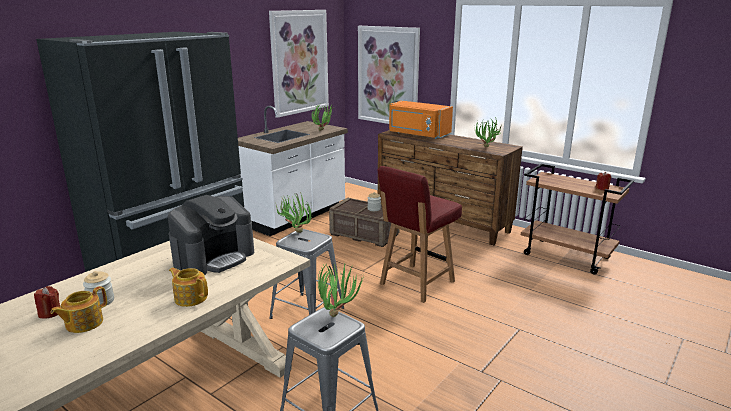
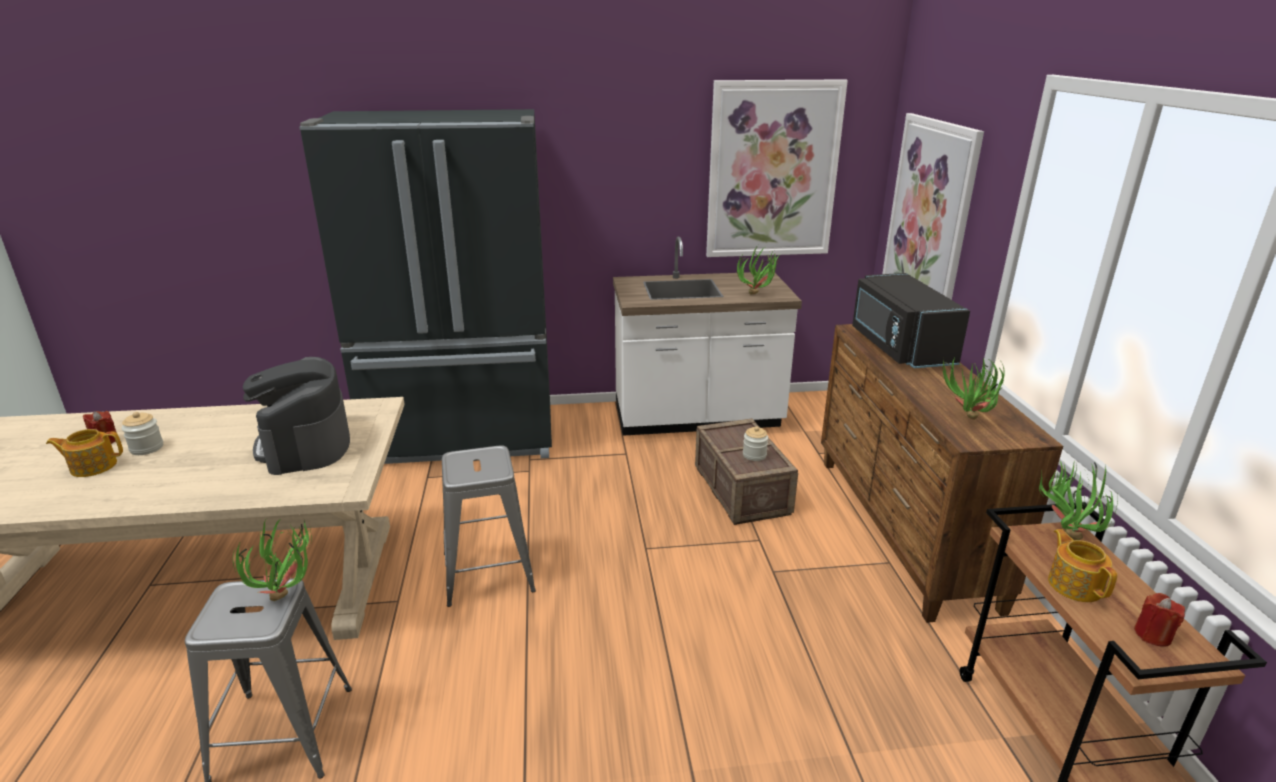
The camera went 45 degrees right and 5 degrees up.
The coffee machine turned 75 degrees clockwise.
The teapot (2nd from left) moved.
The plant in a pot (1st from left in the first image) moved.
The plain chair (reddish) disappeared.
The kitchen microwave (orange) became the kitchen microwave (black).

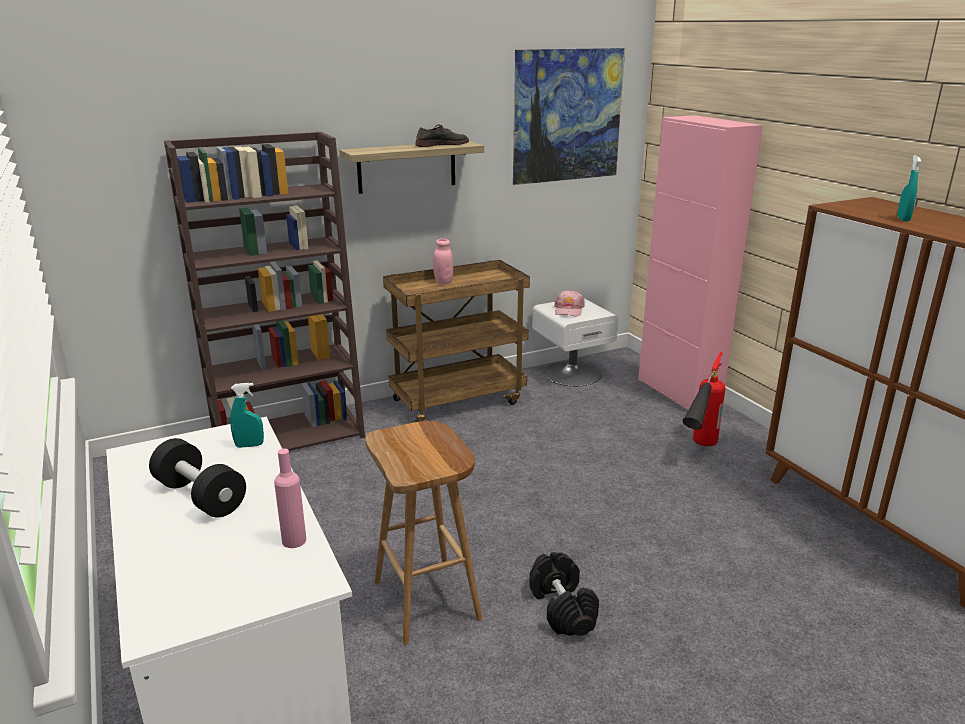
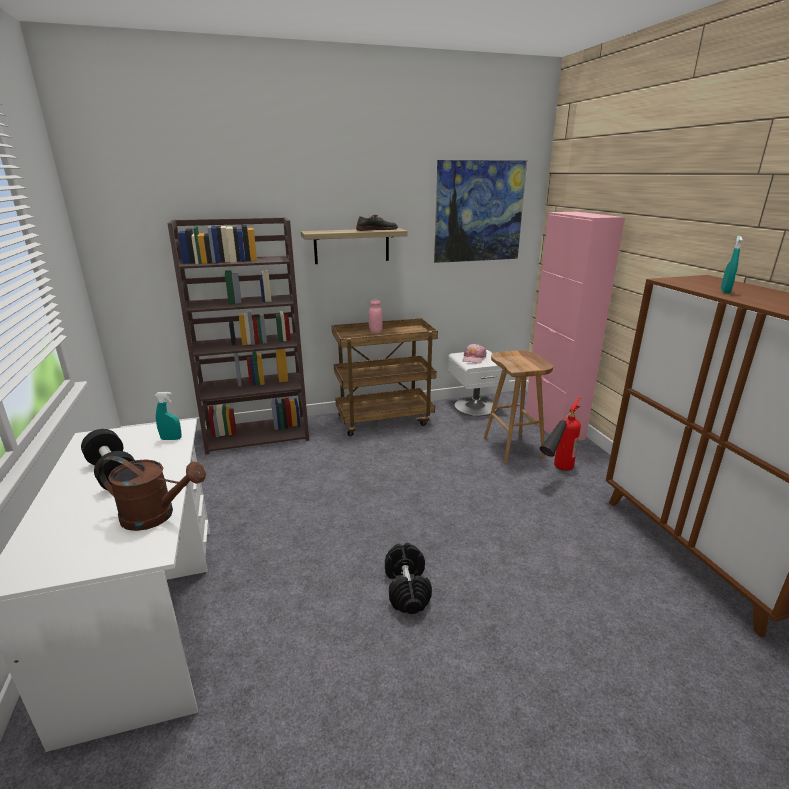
The camera went 10 degrees right and 0 degrees up.
The beverage bottle (pink) was replaced by the watering pot (brownish).
The sitting stool (brownish) moved.

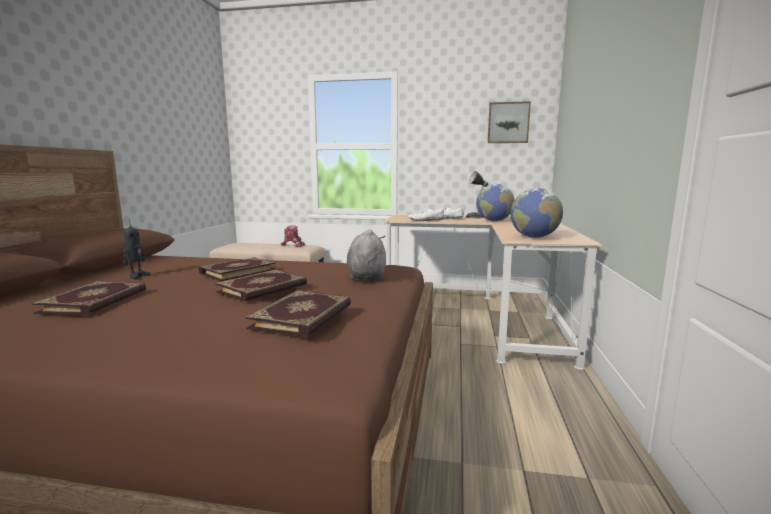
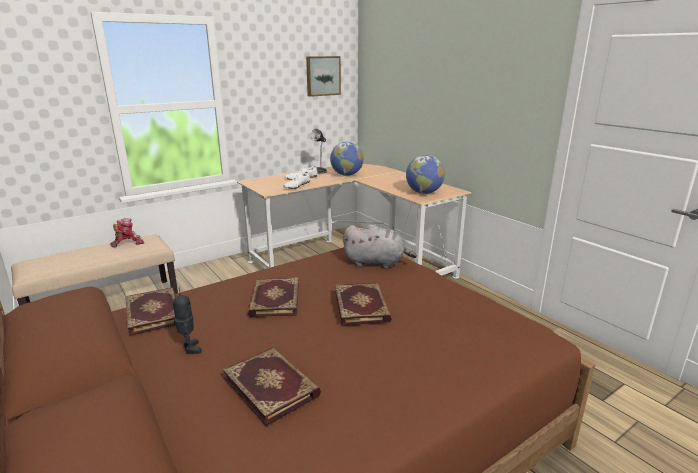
The camera went 45 degrees left and 10 degrees up.
The book (4th from left in the first image) moved.
The plush toy (grey) turned 150 degrees clockwise.

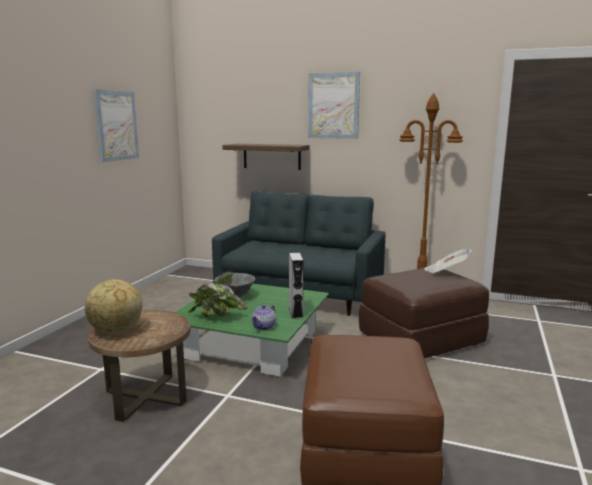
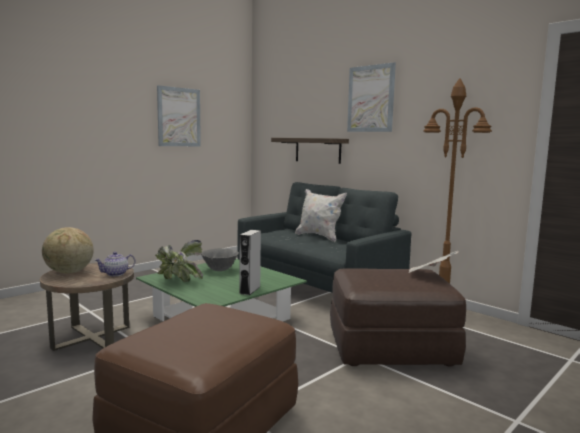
The camera went 25 degrees right and 5 degrees down.
The teapot moved.
The pillow (white-coloured) appeared.

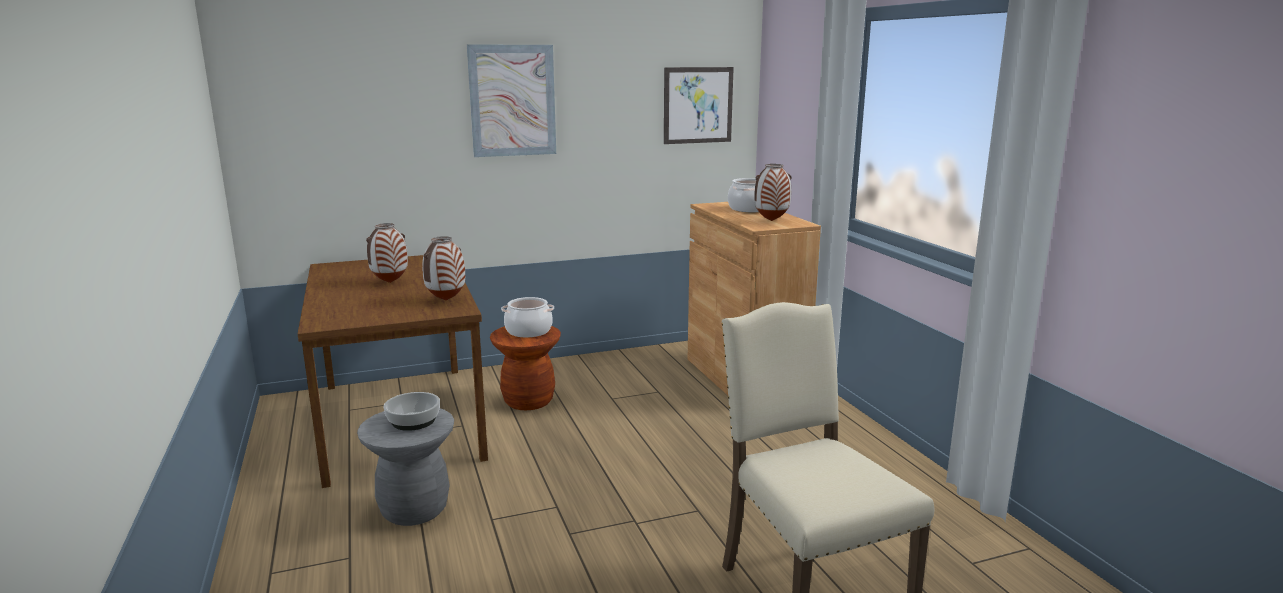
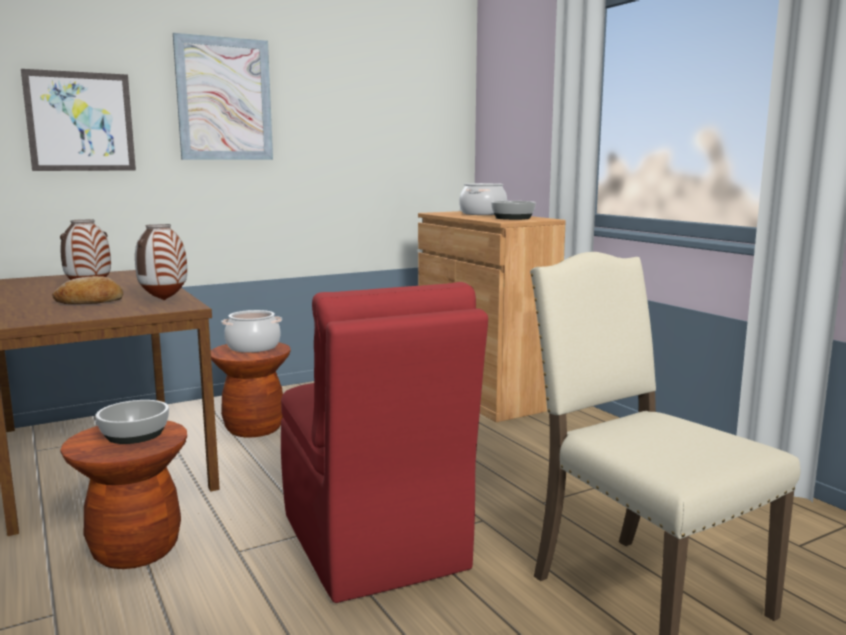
The camera went 10 degrees left and 5 degrees down.
The sitting stool (grey) became the sitting stool (brownish) (1st from left).
The wall art (2nd from left in the first image) moved.
The vase (3rd from left) was replaced by the bowl (2nd from left).
The baked bread appeared.
The plain chair (reddish) appeared.

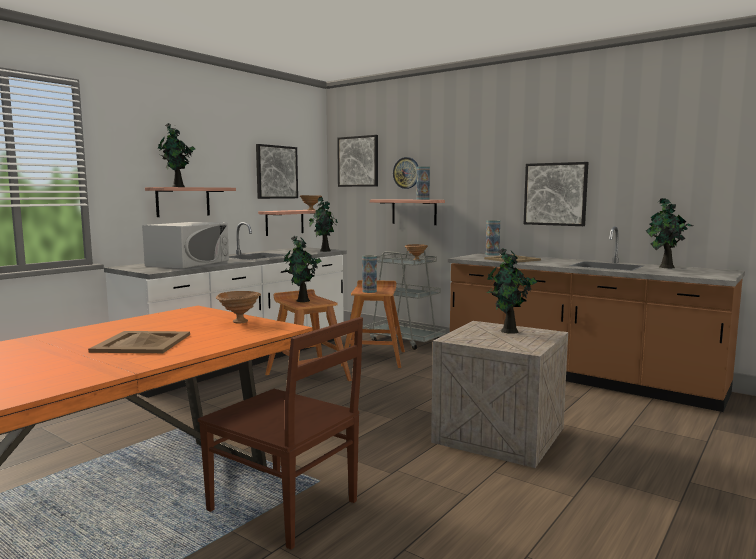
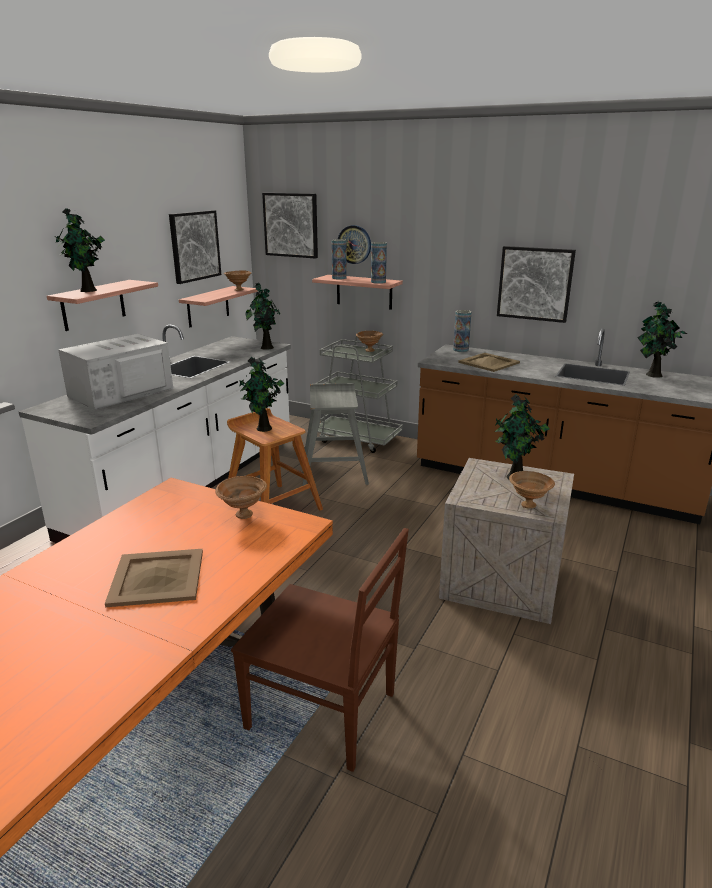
The camera went 10 degrees left and 15 degrees up.
The kitchen microwave (white-coloured) turned 150 degrees counterclockwise.
The sitting stool (brownish) (2nd from left) became the sitting stool (grey).
The vase (1st from left) moved.
The bowl (brownish) (4th from left) appeared.

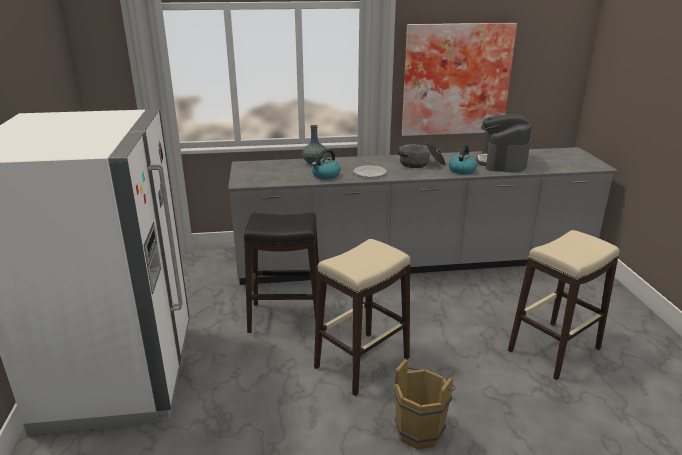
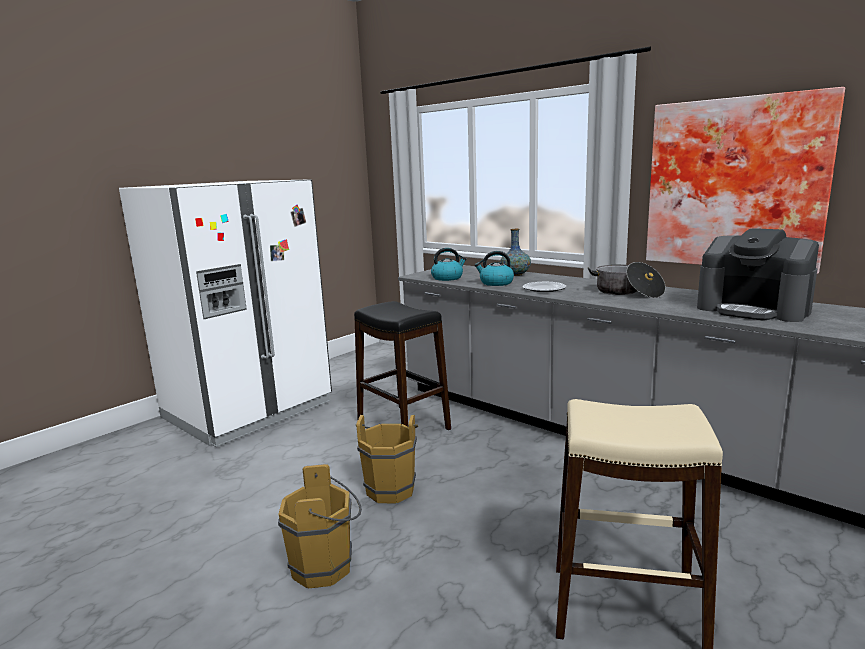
The camera went 50 degrees right and 10 degrees down.
The sitting stool (beige) (1st from left) was replaced by the pail (brownish) (2nd from left).
The water kettle (2nd from left in the first image) moved.
The coffee machine turned 105 degrees counterclockwise.

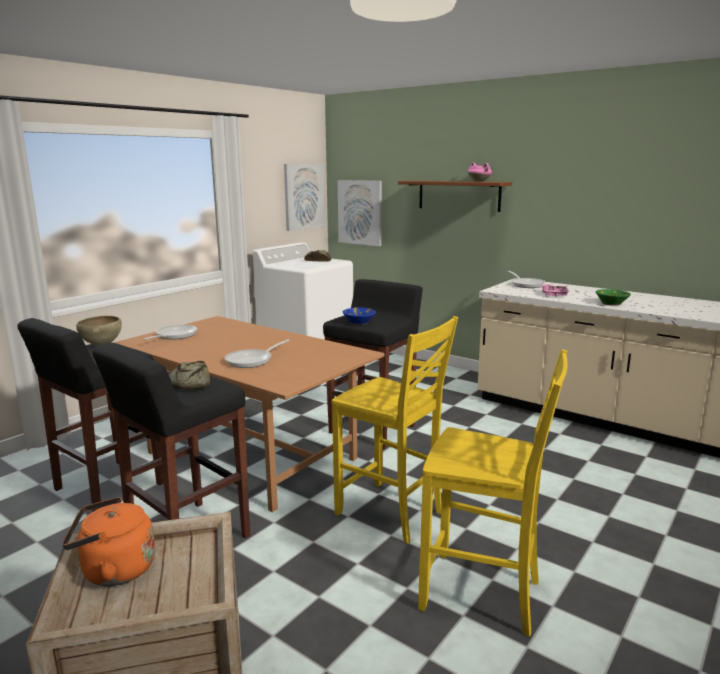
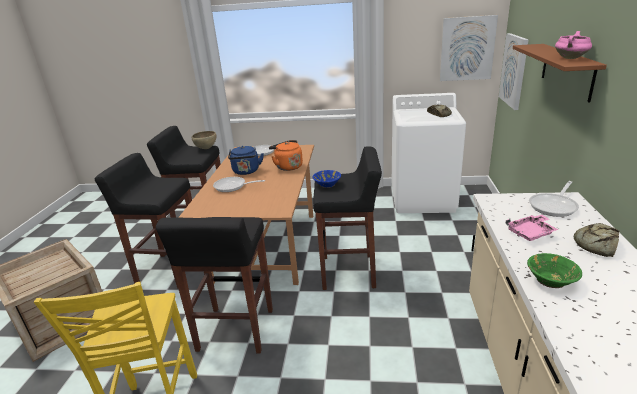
The camera went 60 degrees right and 10 degrees up.
The water kettle (orange) moved.
The baked bread (1st from left in the first image) moved.
The plain chair (yellow-coloured) (1st from left) was replaced by the sitting stool (black) (3rd from left).
The water kettle (blue) appeared.

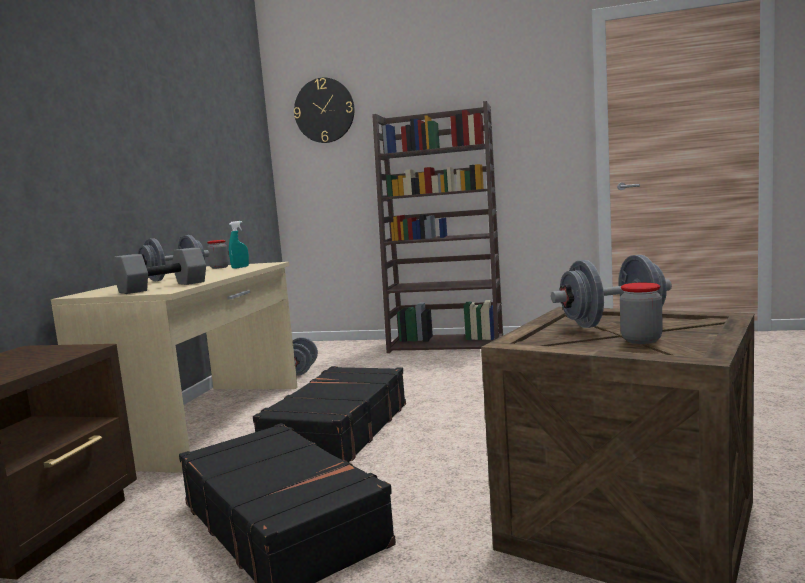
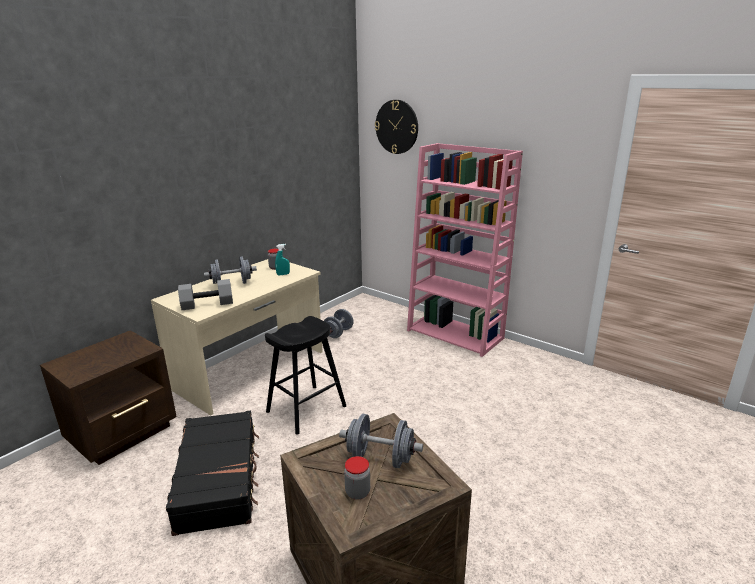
The camera went 25 degrees right and 15 degrees up.
The suitcase (black) (2nd from left) was replaced by the sitting stool (black).
The bookcase (brownish) became the bookcase (pink).

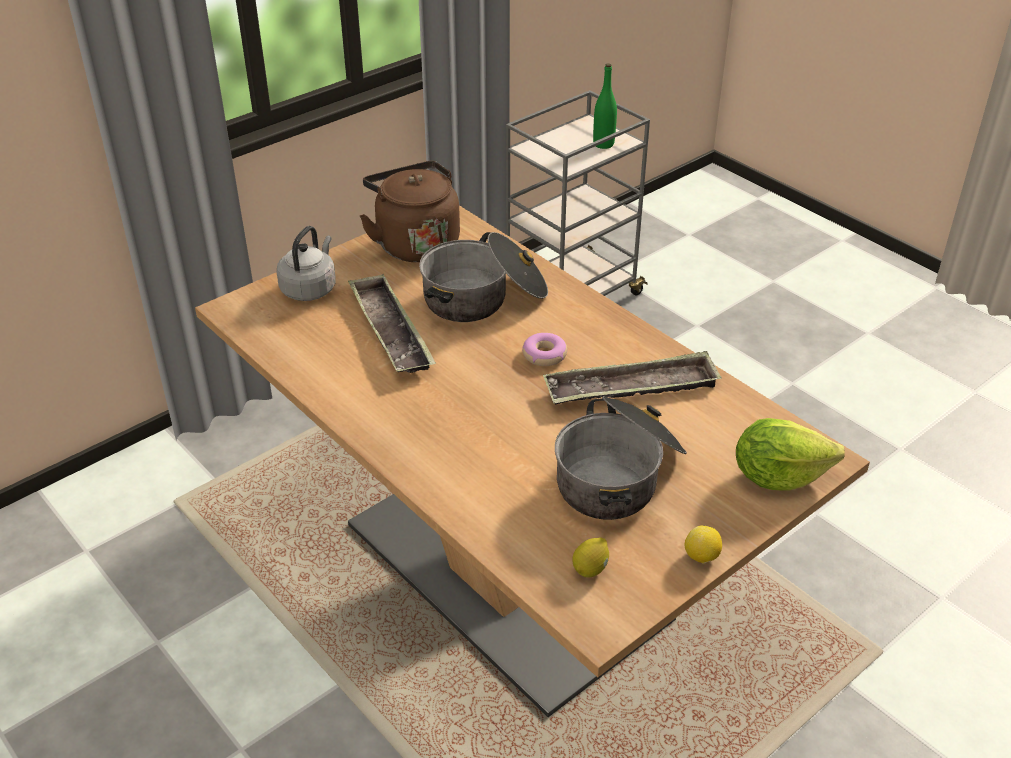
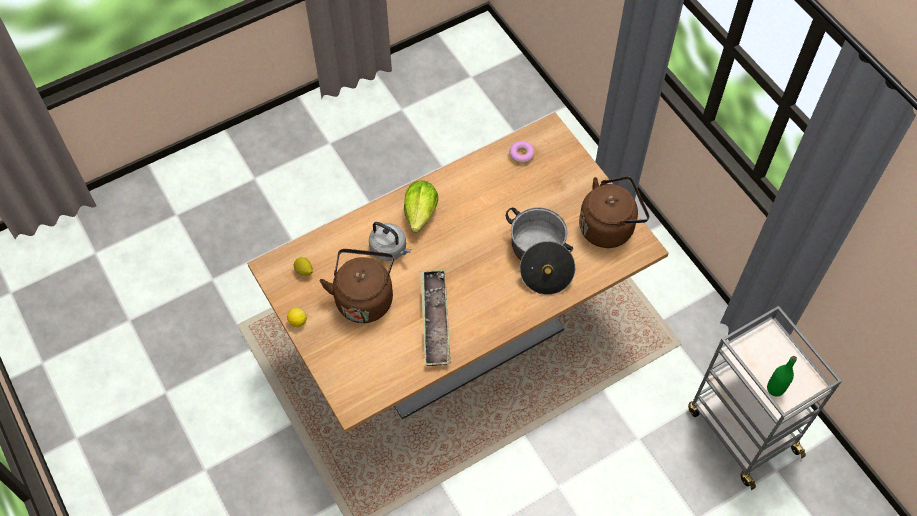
The camera went 100 degrees right and 20 degrees up.
The water kettle (grey) moved.
The serving tray (1st from left) disappeared.
The ring doughnut moved.
The stockpot (2nd from left) was replaced by the water kettle (brownish) (1st from left).
The lettuce moved.

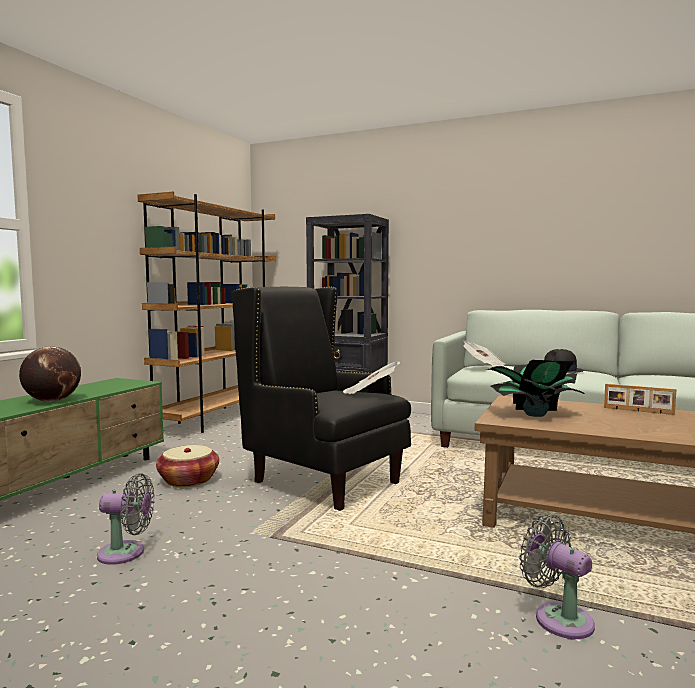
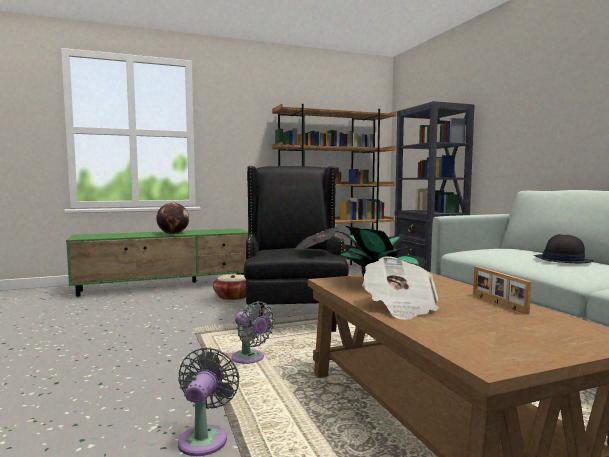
The camera went 45 degrees right and 0 degrees up.
The cooling fan (grey) (1st from left in the first image) moved.
The daily paper (2nd from left) moved.

